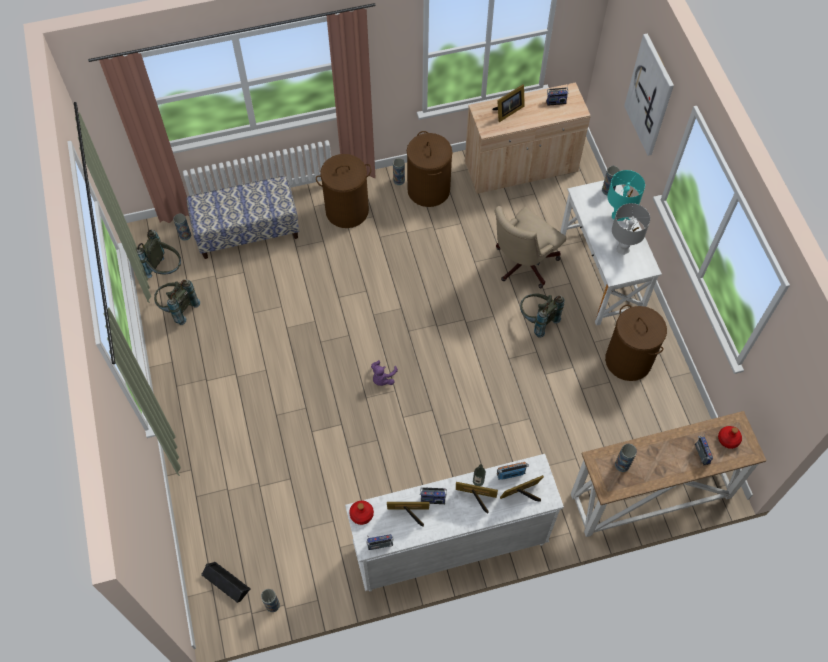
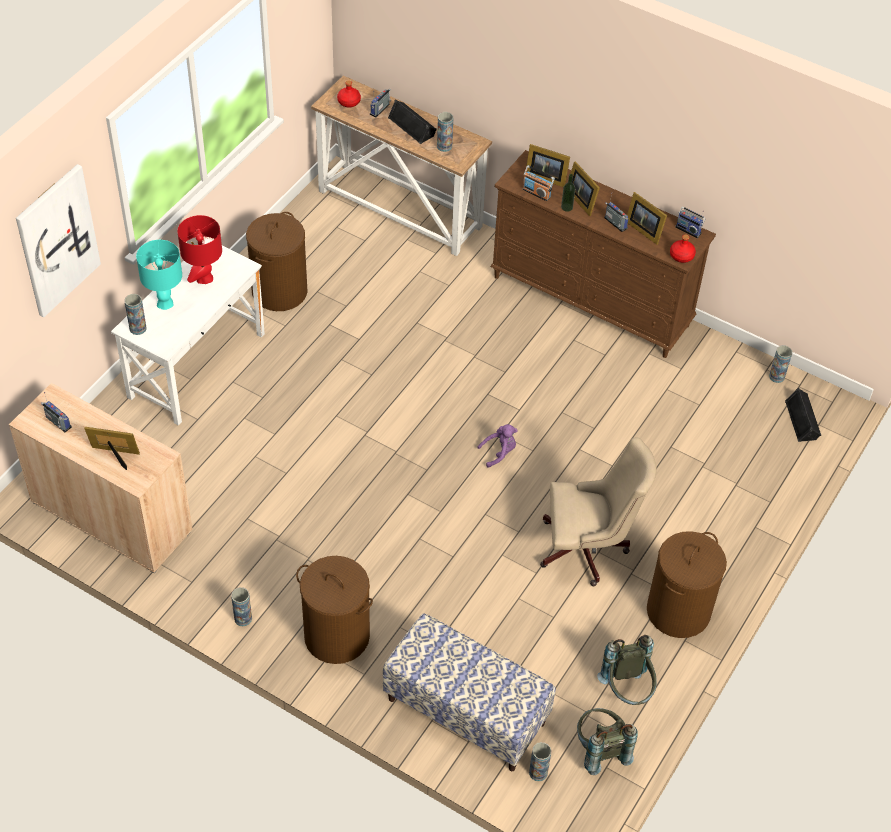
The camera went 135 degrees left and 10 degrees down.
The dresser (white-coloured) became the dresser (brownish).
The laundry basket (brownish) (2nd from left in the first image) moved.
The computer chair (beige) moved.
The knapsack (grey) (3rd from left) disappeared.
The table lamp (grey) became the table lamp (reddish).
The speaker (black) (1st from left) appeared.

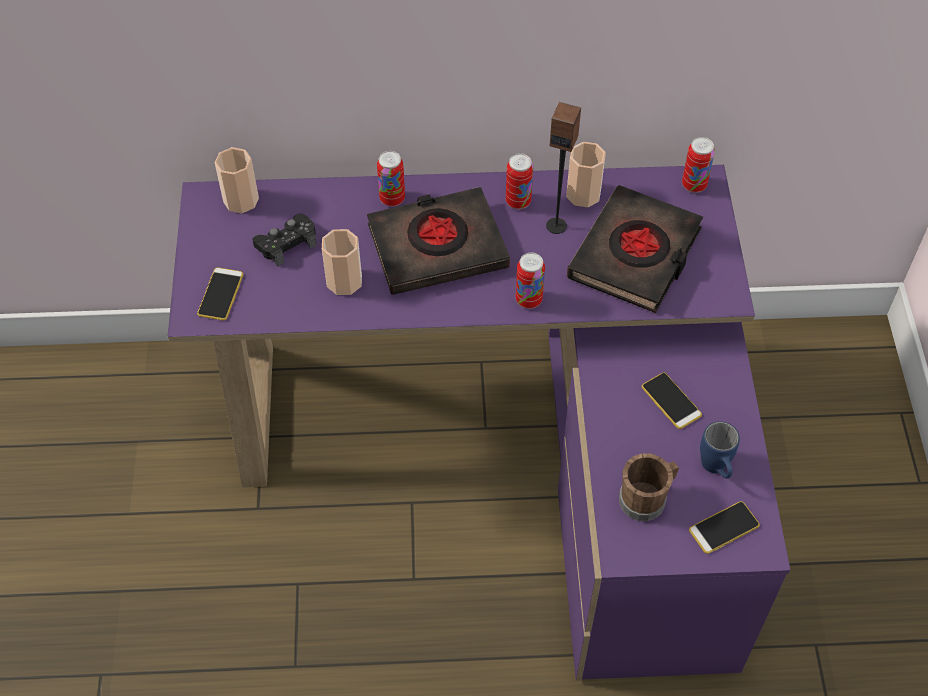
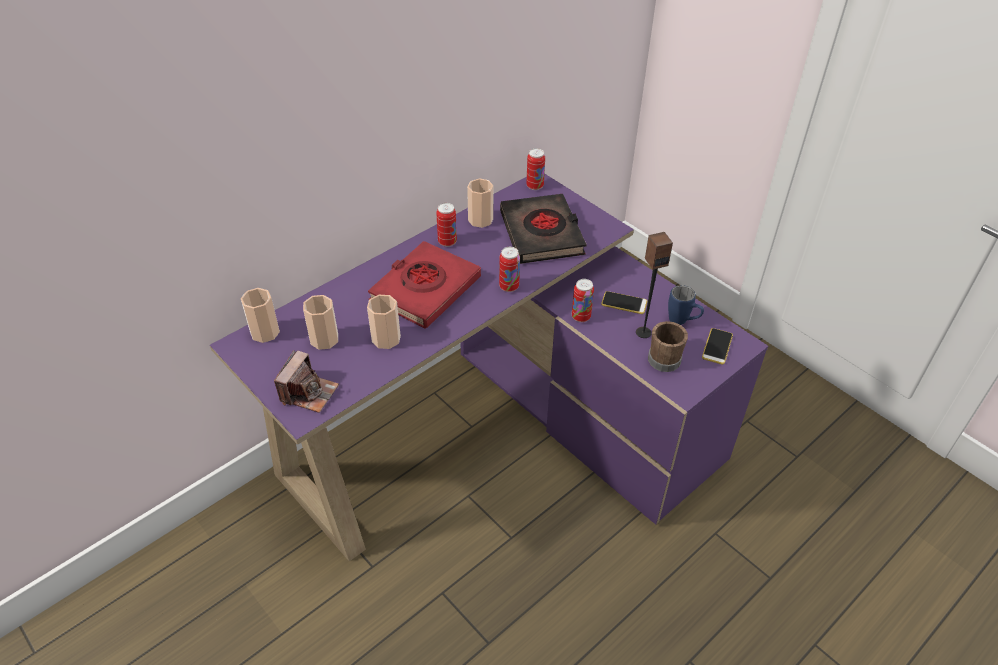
The camera went 40 degrees left and 10 degrees down.
The phone (1st from left) was replaced by the still camera.
The game controller (black) was replaced by the drinking cup (2nd from left).
The book (black) (1st from left) became the book (reddish).
The sealed can (1st from left in the first image) moved.
The speaker moved.

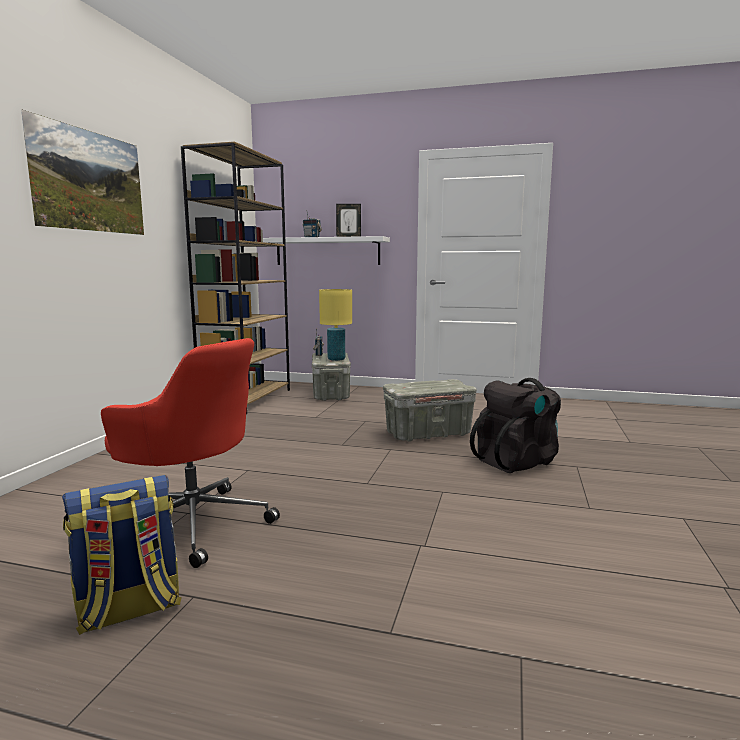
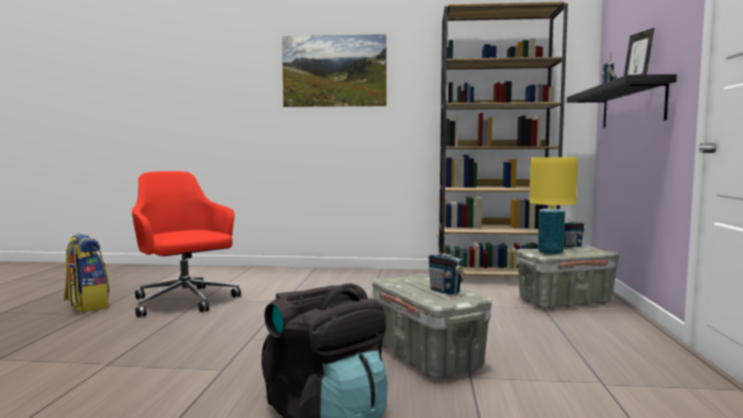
The camera went 80 degrees right and 5 degrees down.
The computer chair (reddish) turned 120 degrees clockwise.
The shelf (white-coloured) became the shelf (black).
The radio set (1st from left) appeared.

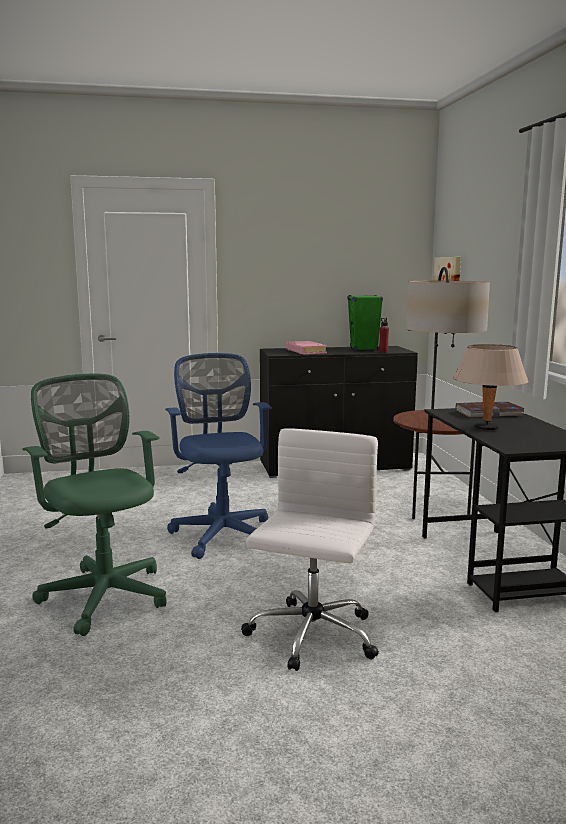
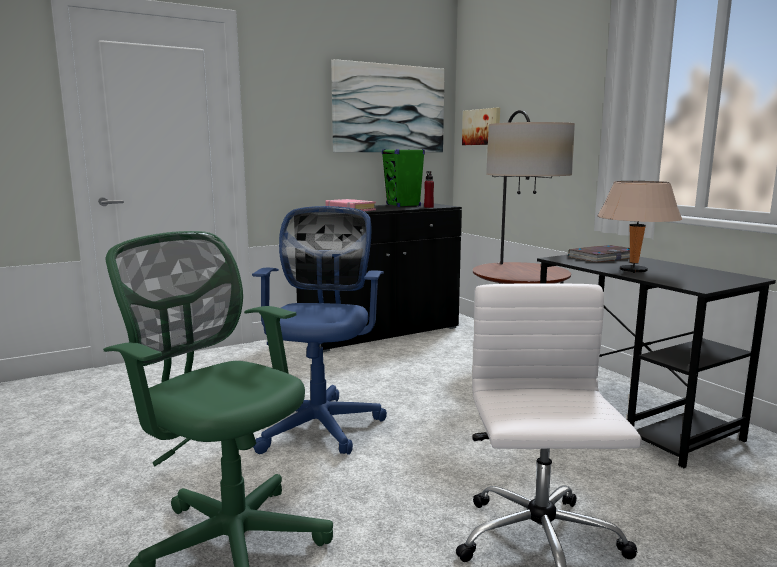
The camera went 20 degrees left and 0 degrees up.
The computer chair (blue) turned 45 degrees clockwise.
The wall art (1st from left) appeared.

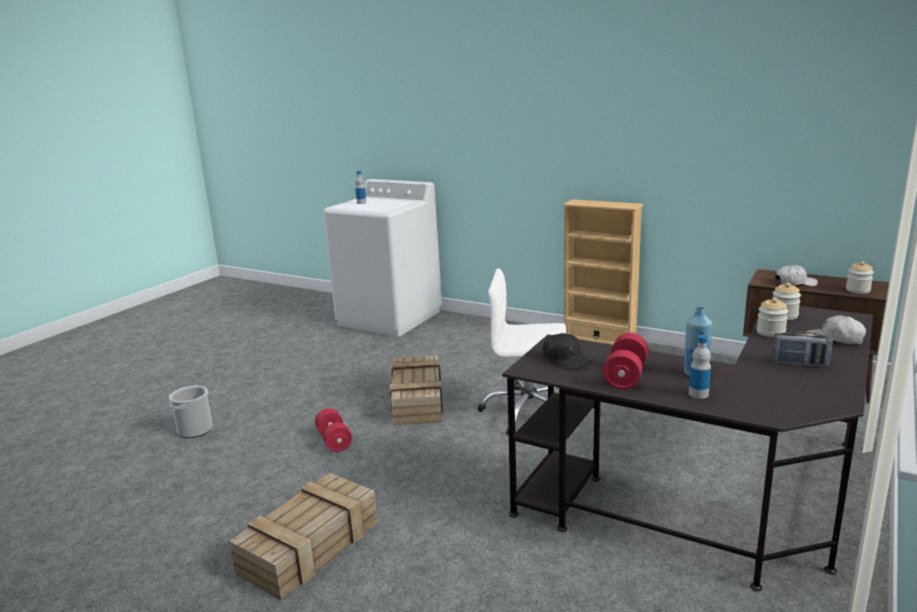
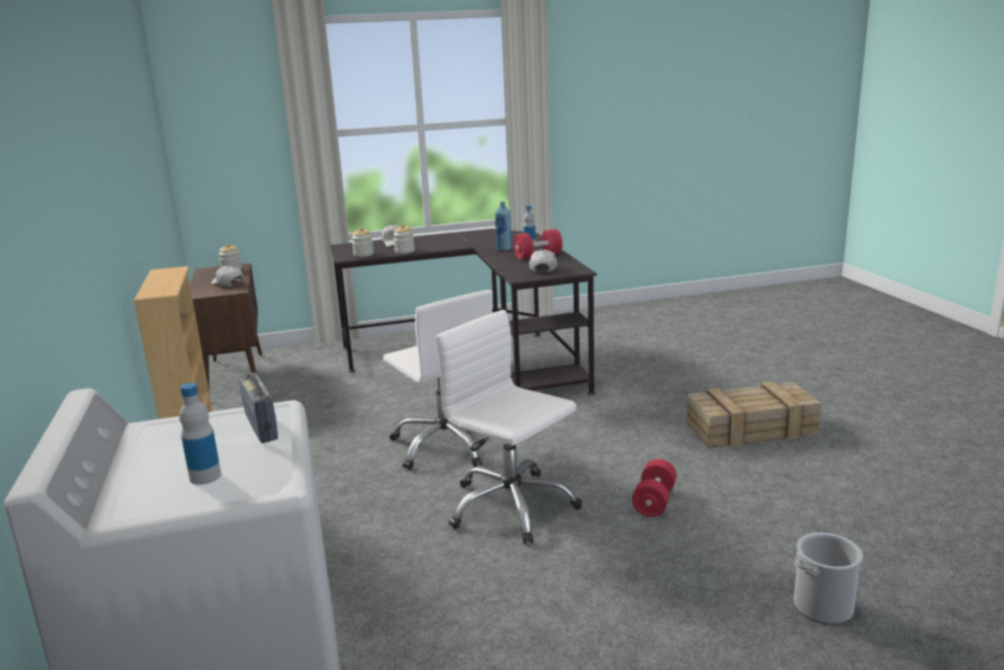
The camera went 135 degrees left and 0 degrees up.
The shipping crate (2nd from left) was replaced by the computer chair (white-coloured) (2nd from left).
The cap (black) became the cap (white-coloured) (3rd from left).
The radio set moved.

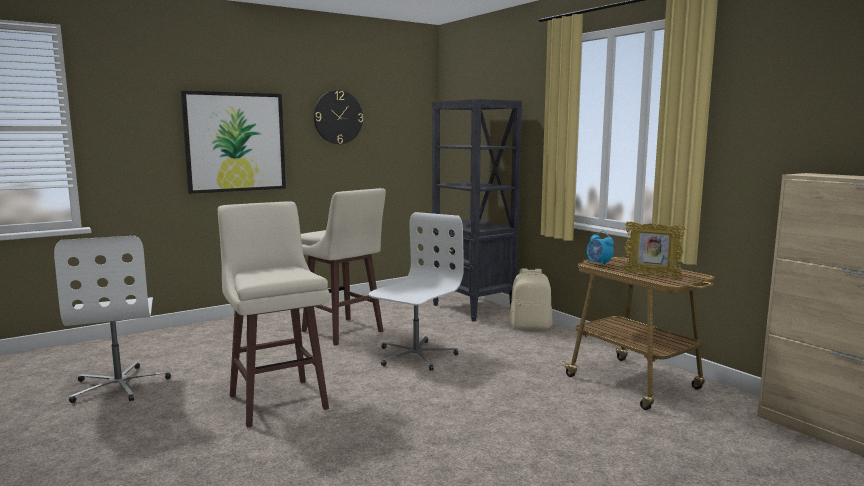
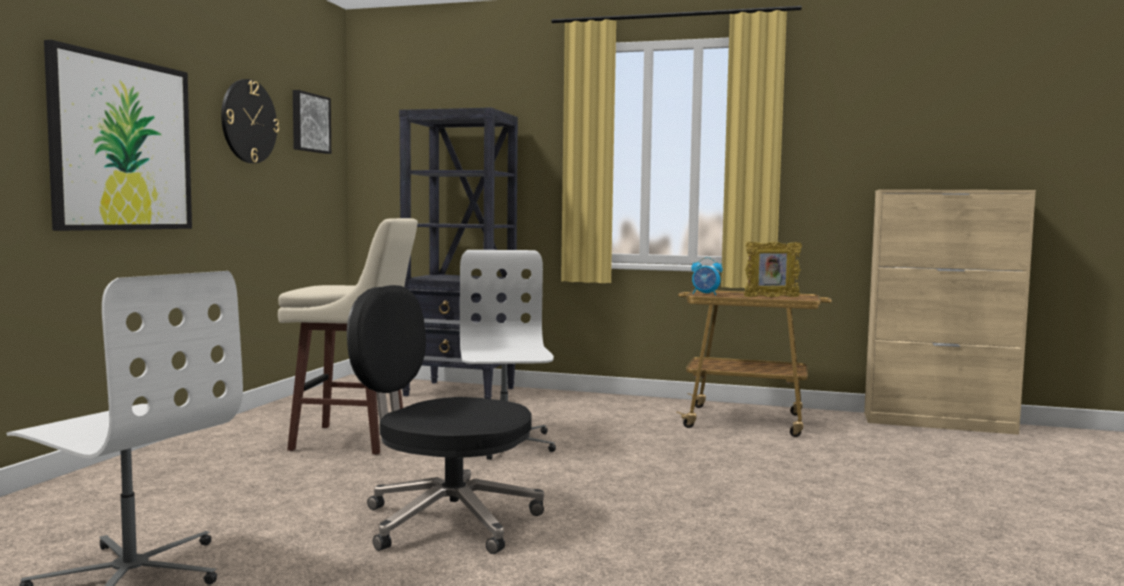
The camera went 40 degrees left and 5 degrees down.
The sitting stool (beige) (1st from left) was replaced by the computer chair (black).
The knapsack (beige) disappeared.
The wall art (2nd from left) appeared.

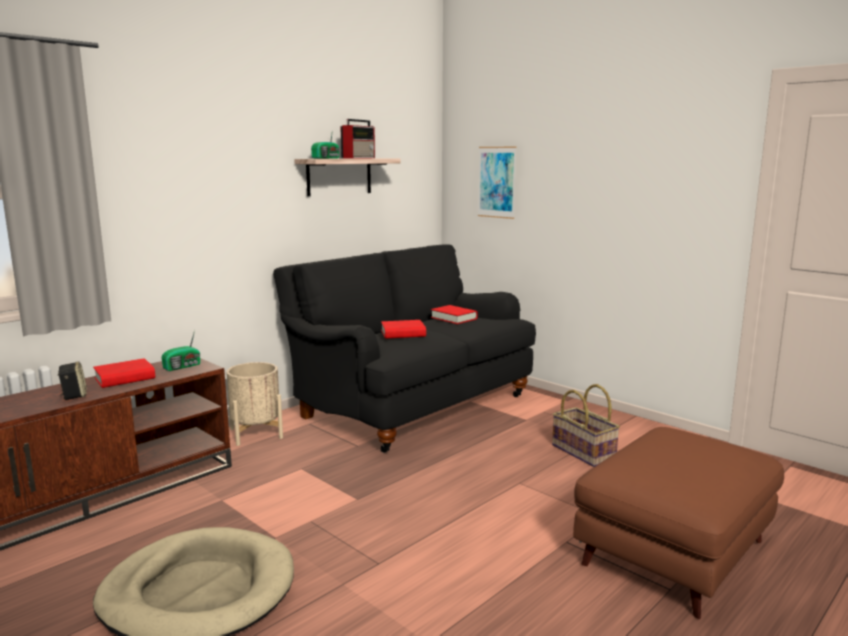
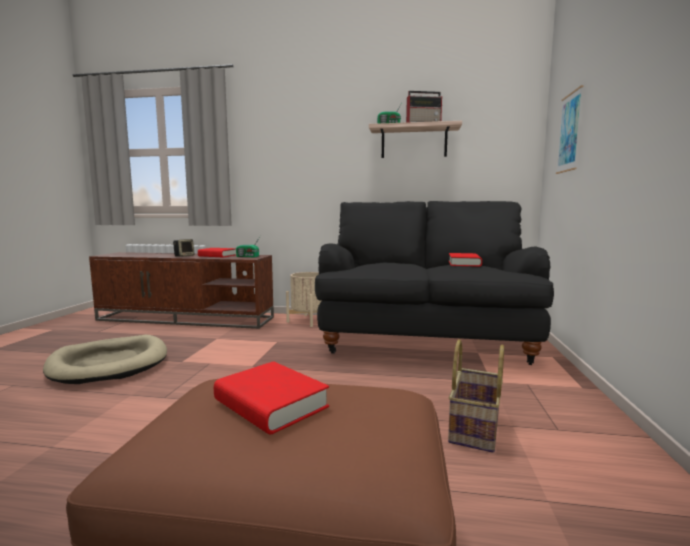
The camera went 55 degrees right and 5 degrees down.
The book (reddish) (2nd from left) moved.

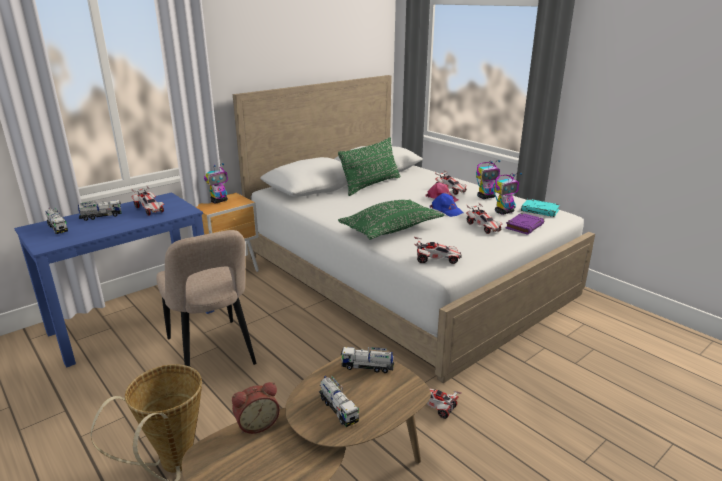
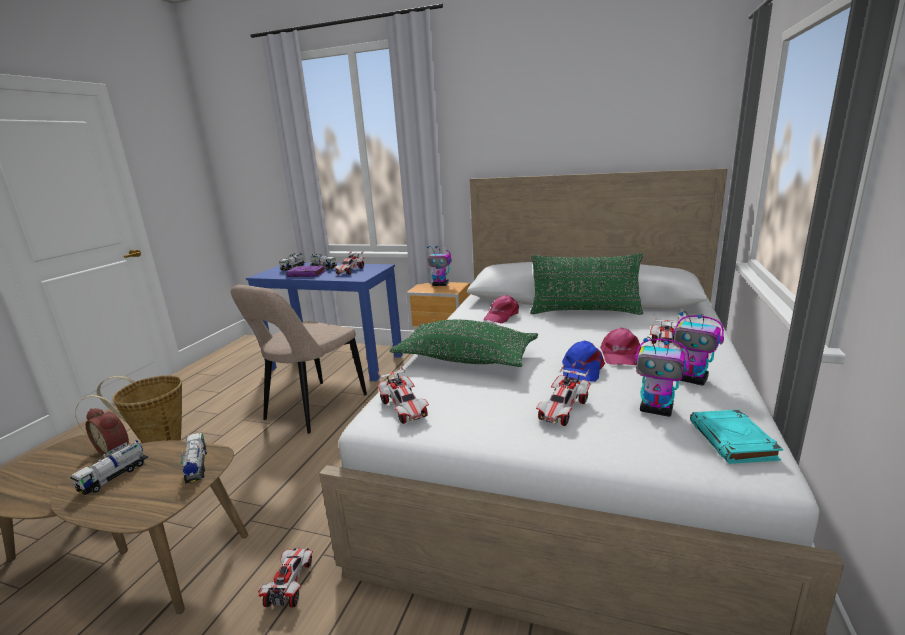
The camera went 60 degrees right and 5 degrees down.
The book (purple-coloured) moved.
The cap (pink) (1st from left) appeared.

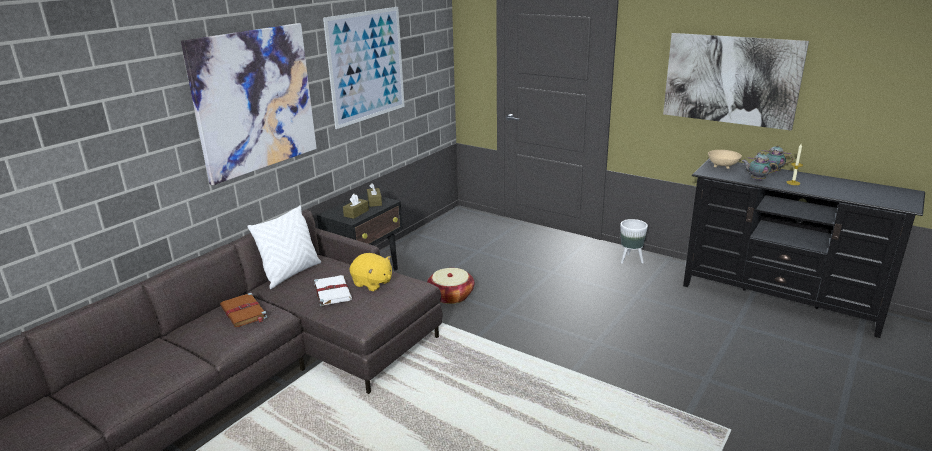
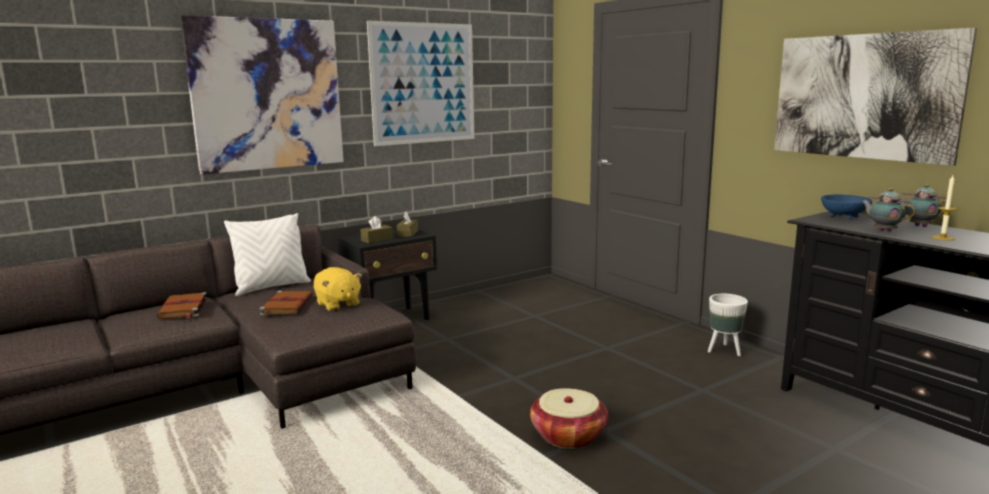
The camera went 20 degrees right and 10 degrees down.
The book (white-coloured) became the book (brownish) (2nd from left).
The storage basket moved.
The bowl (beige) became the bowl (blue).

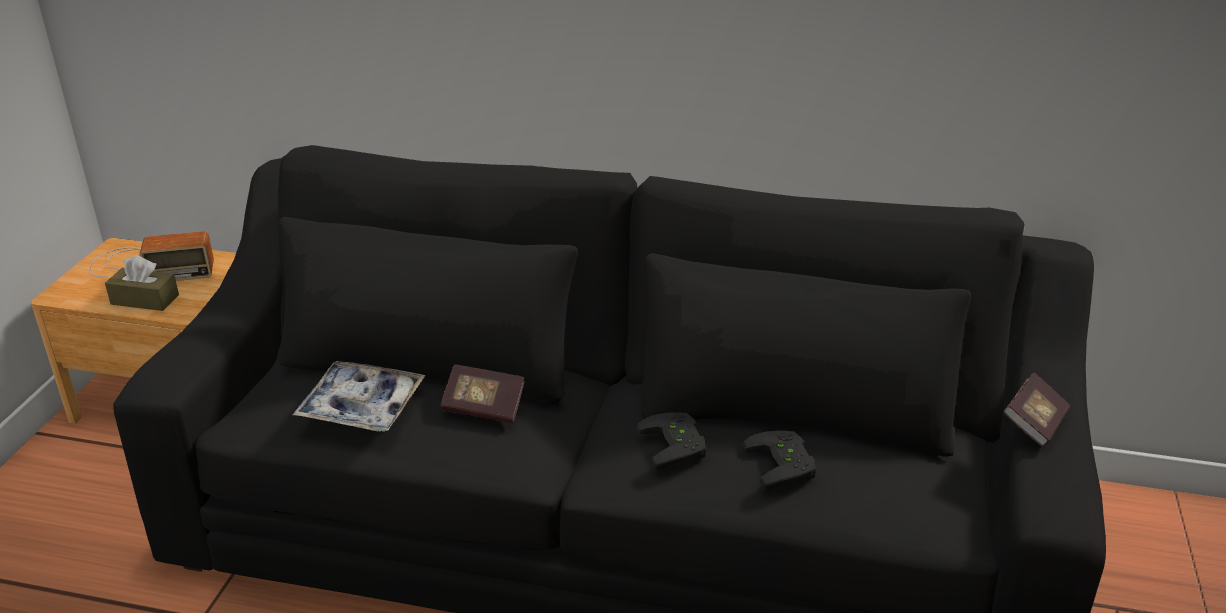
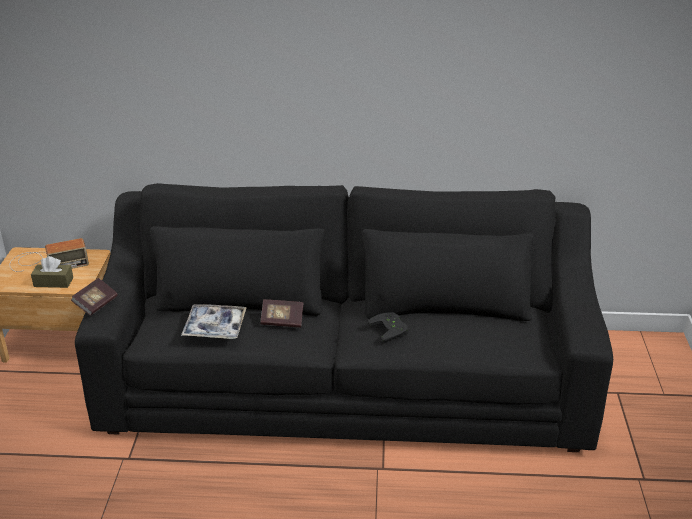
The camera went 10 degrees left and 0 degrees up.
The game controller (black) (2nd from left) disappeared.
The book (2nd from left in the first image) moved.

